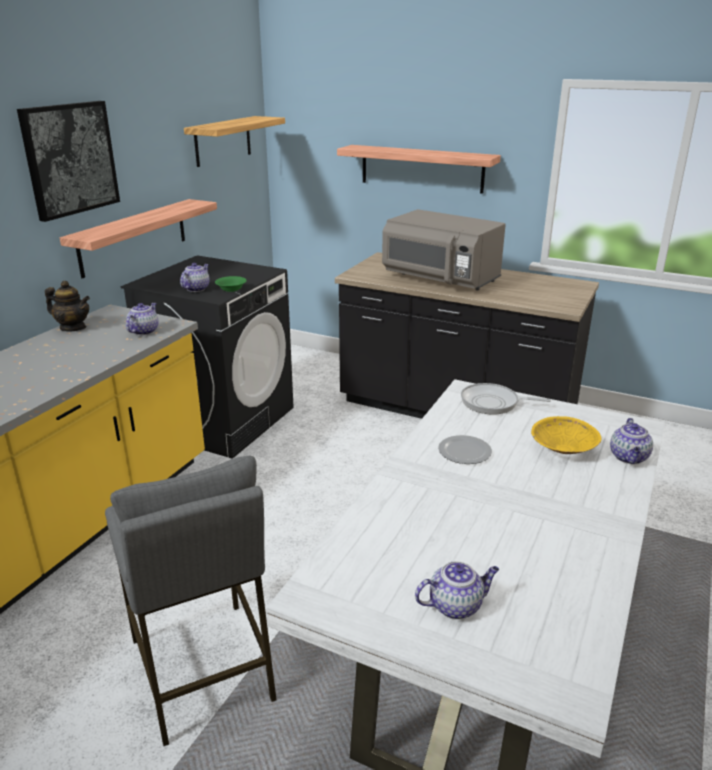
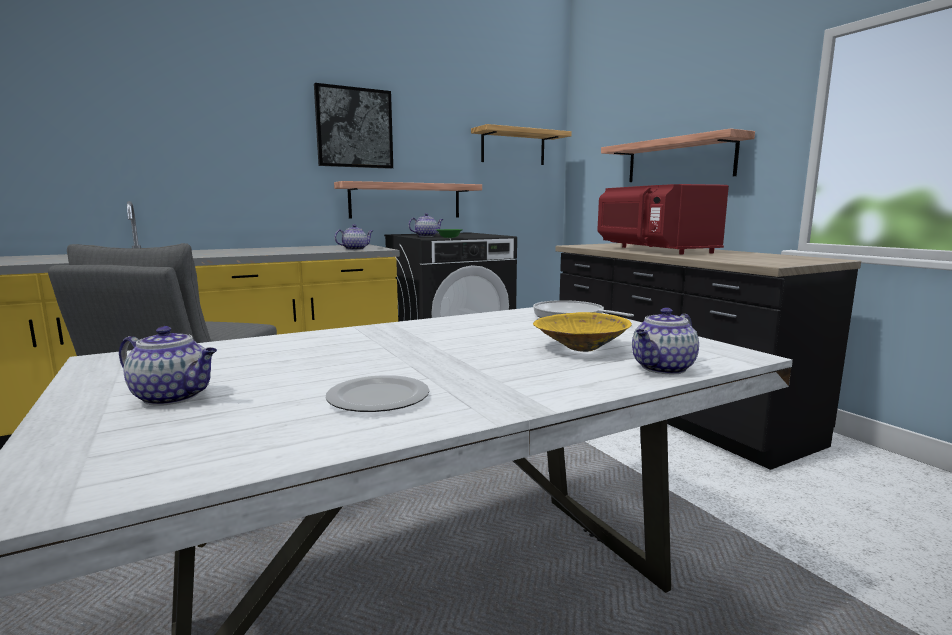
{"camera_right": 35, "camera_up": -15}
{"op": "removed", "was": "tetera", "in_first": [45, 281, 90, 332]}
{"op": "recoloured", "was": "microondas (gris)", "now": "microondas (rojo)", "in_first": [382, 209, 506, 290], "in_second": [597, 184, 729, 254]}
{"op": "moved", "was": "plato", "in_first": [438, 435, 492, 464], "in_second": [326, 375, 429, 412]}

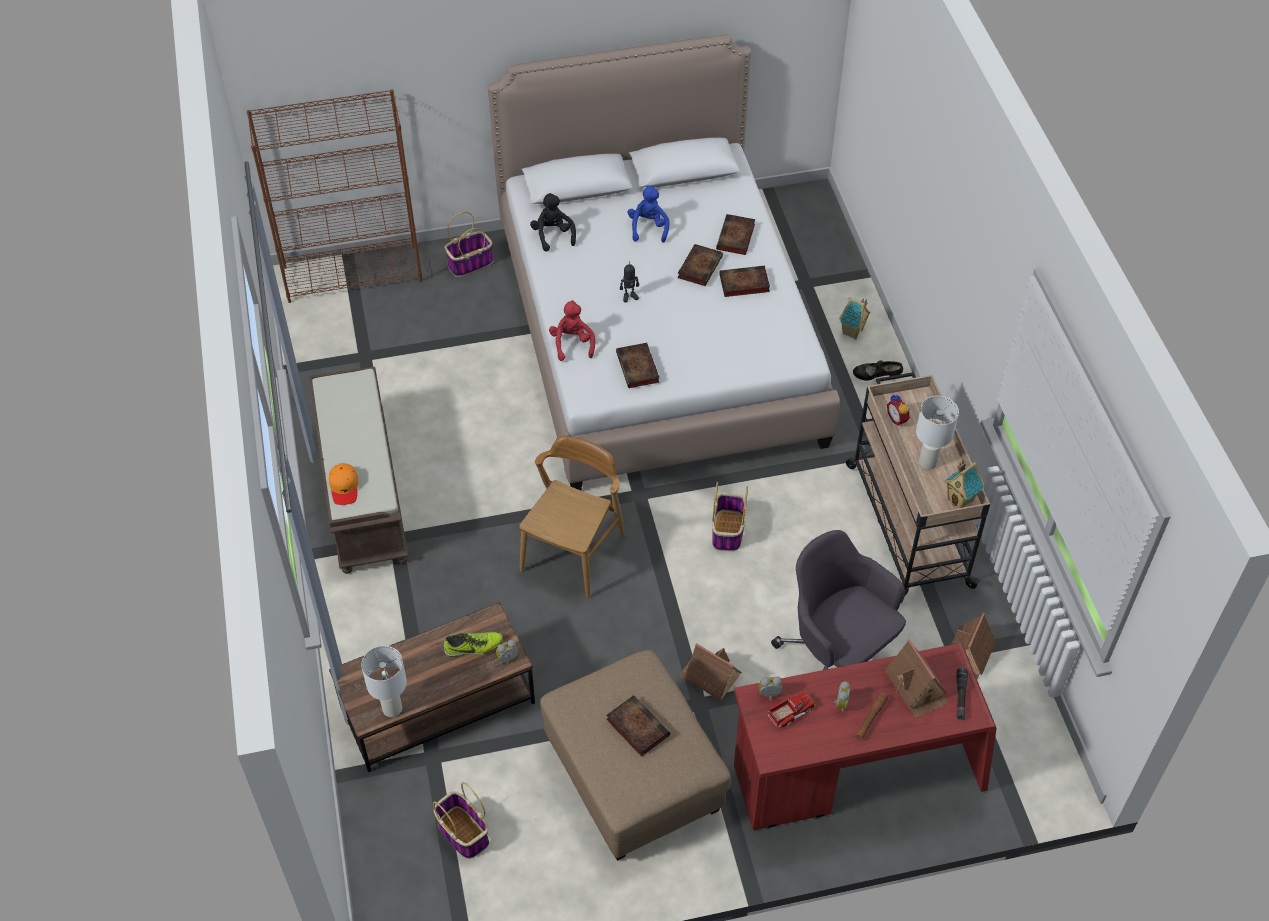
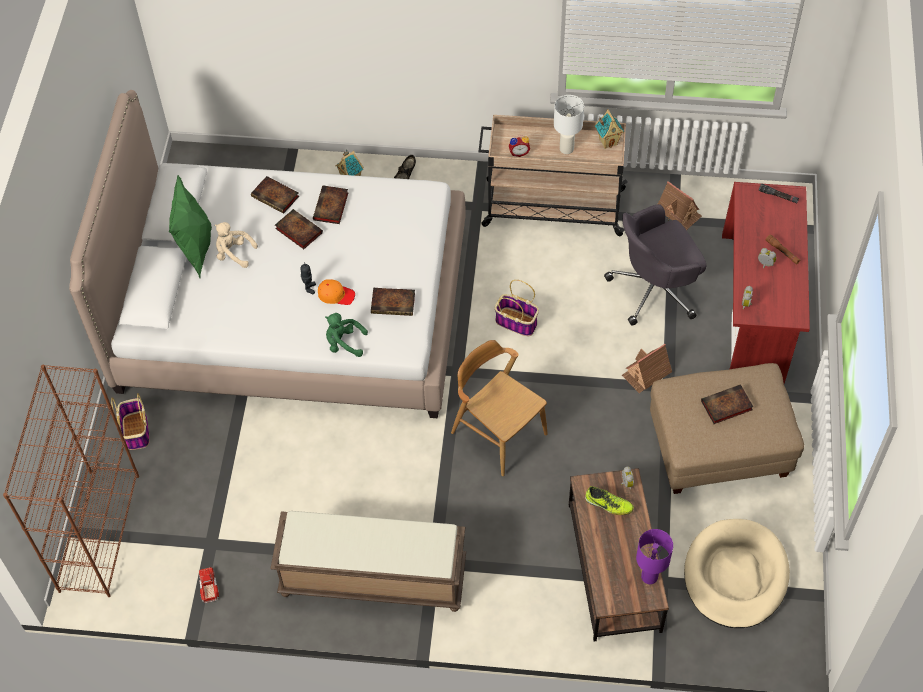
{"camera_right": -70, "camera_up": 5}
{"op": "moved", "was": "gorra (naranja)", "in_first": [329, 463, 358, 505], "in_second": [318, 279, 355, 305]}
{"op": "recoloured", "was": "lámpara de mesa (blanco)", "now": "lámpara de mesa (morado)", "in_first": [361, 646, 407, 717], "in_second": [636, 529, 673, 584]}
{"op": "replaced", "was": "cesta", "now": "cama para perro (beis)", "in_first": [433, 782, 489, 859], "in_second": [684, 519, 790, 628]}
{"op": "turned", "was": "zapato", "in_first": [444, 632, 503, 657], "in_second": [585, 486, 634, 515], "clockwise": 105}
{"op": "removed", "was": "peluche (negro)", "in_first": [530, 193, 576, 252]}
{"op": "recoloured", "was": "peluche (rojo)", "now": "peluche (verde)", "in_first": [549, 300, 595, 361], "in_second": [325, 313, 368, 357]}
{"op": "recoloured", "was": "peluche (azul)", "now": "peluche (beis)", "in_first": [628, 186, 669, 242], "in_second": [215, 222, 258, 268]}
{"op": "moved", "was": "camión de juguete", "in_first": [768, 691, 815, 727], "in_second": [199, 567, 219, 603]}
{"op": "removed", "was": "casita", "in_first": [885, 639, 948, 717]}
{"op": "added", "now": "cojín (verde)", "in_second": [168, 175, 212, 278]}

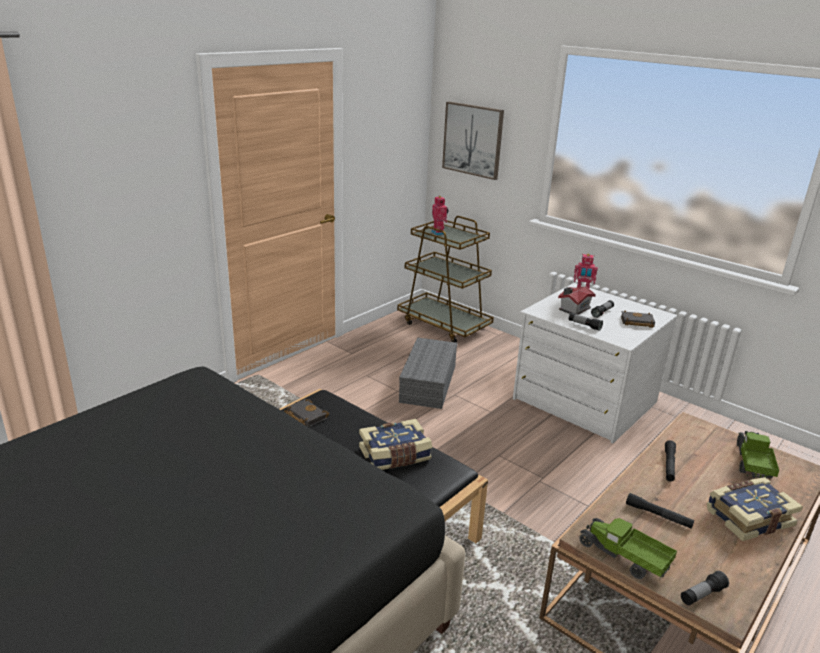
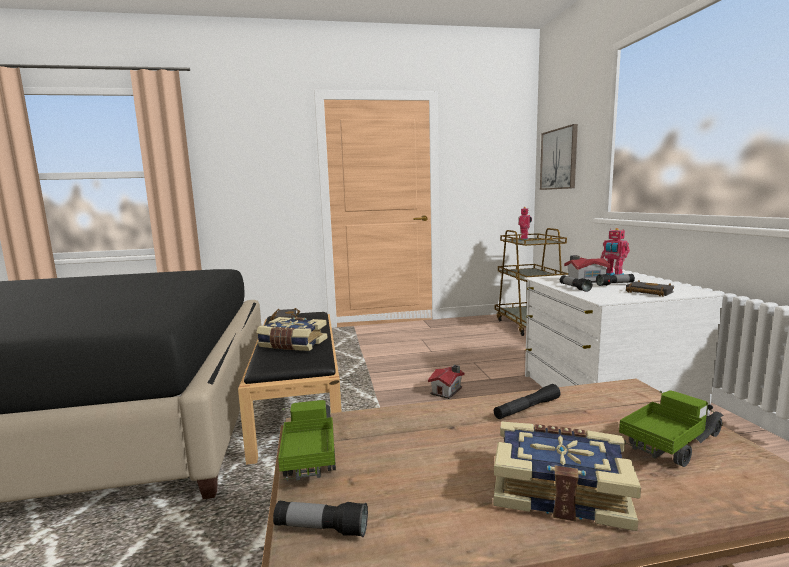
{"camera_right": 40, "camera_up": -15}
{"op": "removed", "was": "caja de almacenaje (gris)", "in_first": [399, 337, 458, 409]}
{"op": "removed", "was": "linterna (negro)", "in_first": [626, 493, 694, 529]}
{"op": "added", "now": "casita", "in_second": [428, 365, 465, 399]}

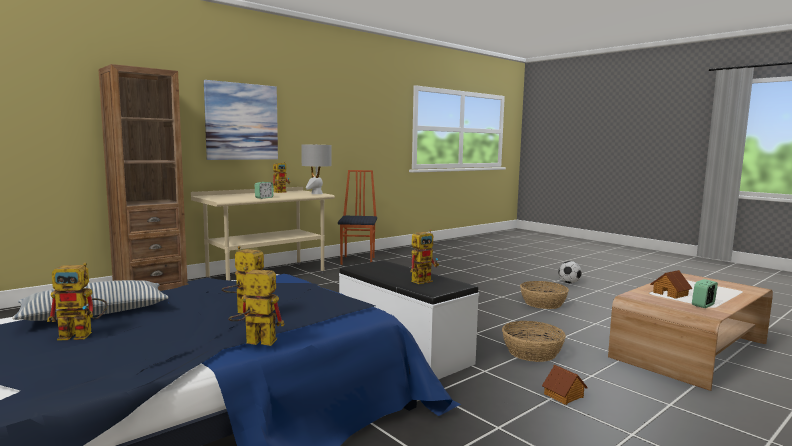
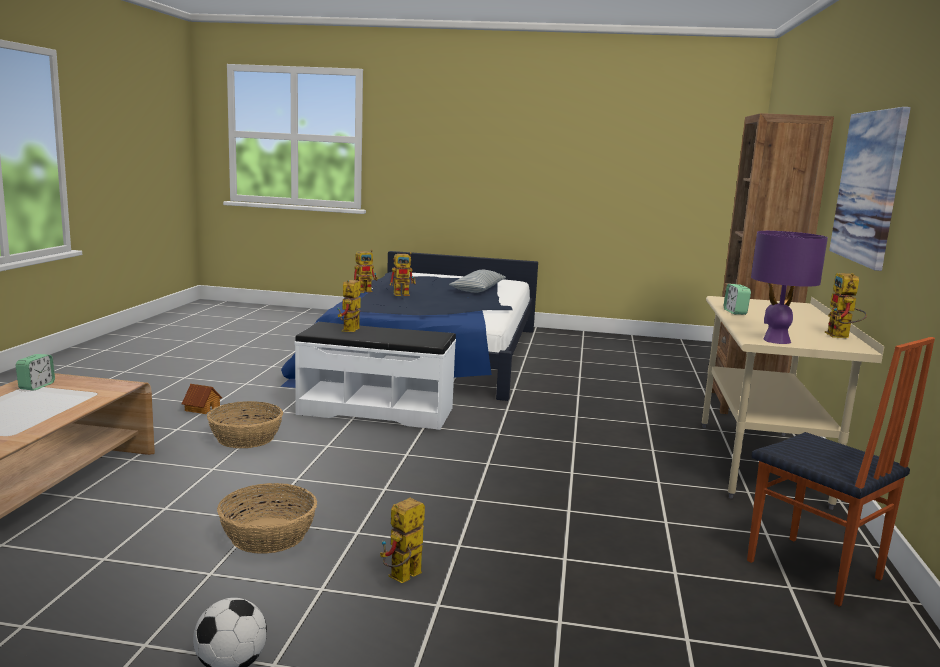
{"camera_right": 140, "camera_up": 5}
{"op": "moved", "was": "robot de juguete", "in_first": [47, 263, 108, 341], "in_second": [380, 498, 425, 583]}
{"op": "recoloured", "was": "lámpara de mesa (gris)", "now": "lámpara de mesa (morado)", "in_first": [301, 144, 331, 194], "in_second": [751, 231, 828, 344]}
{"op": "removed", "was": "casita", "in_first": [650, 270, 692, 299]}

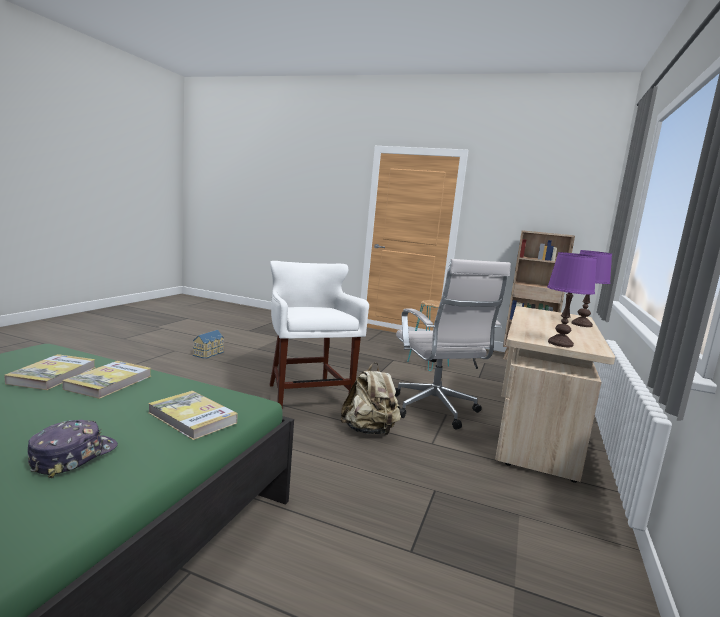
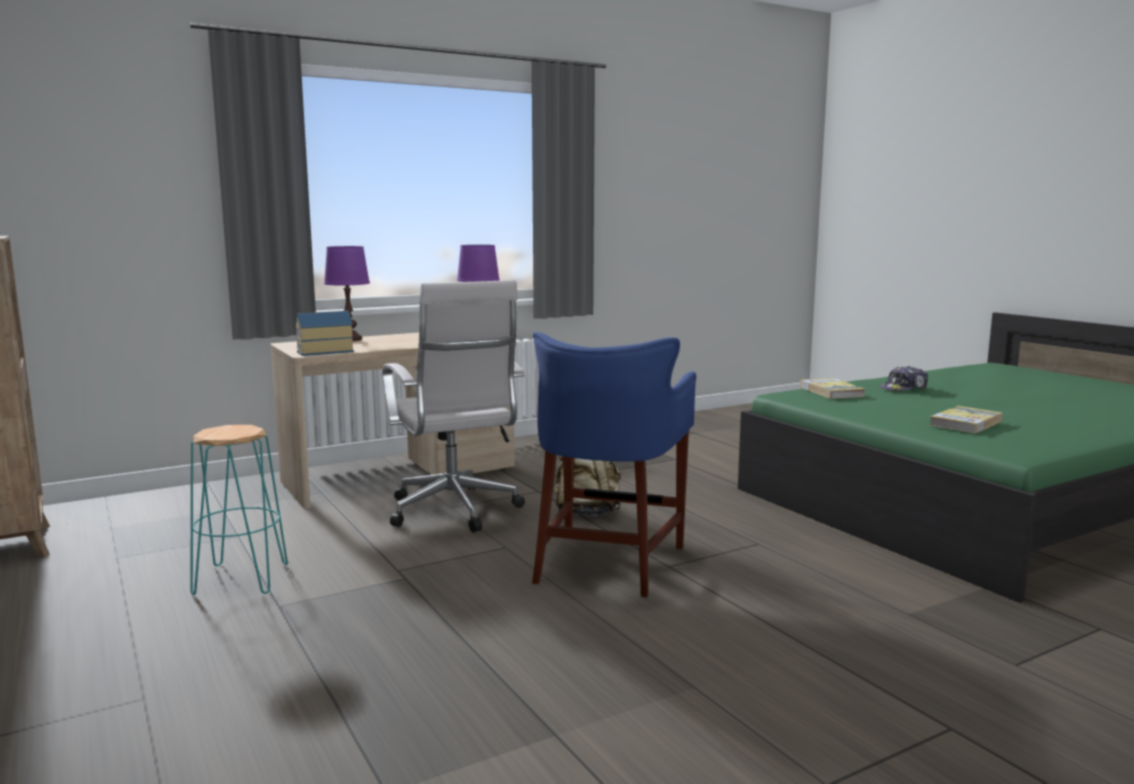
{"camera_right": -140, "camera_up": 0}
{"op": "removed", "was": "libro", "in_first": [62, 361, 151, 399]}
{"op": "moved", "was": "casita", "in_first": [193, 330, 224, 359], "in_second": [295, 311, 354, 356]}
{"op": "recoloured", "was": "taburete (blanco)", "now": "taburete (azul)", "in_first": [269, 261, 369, 408], "in_second": [532, 332, 696, 597]}
{"op": "turned", "was": "silla de oficina (blanco)", "in_first": [395, 259, 511, 430], "in_second": [383, 280, 525, 532], "clockwise": 135}

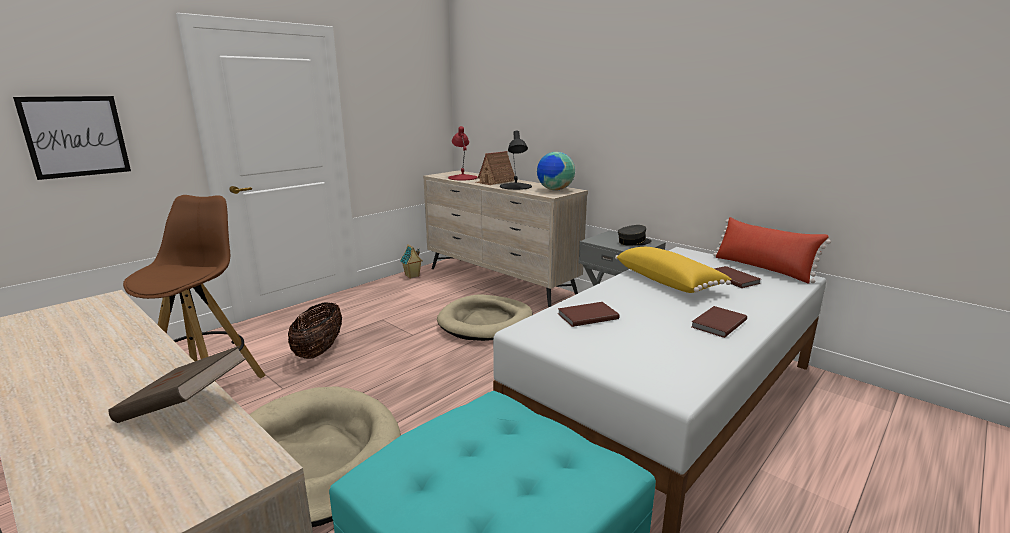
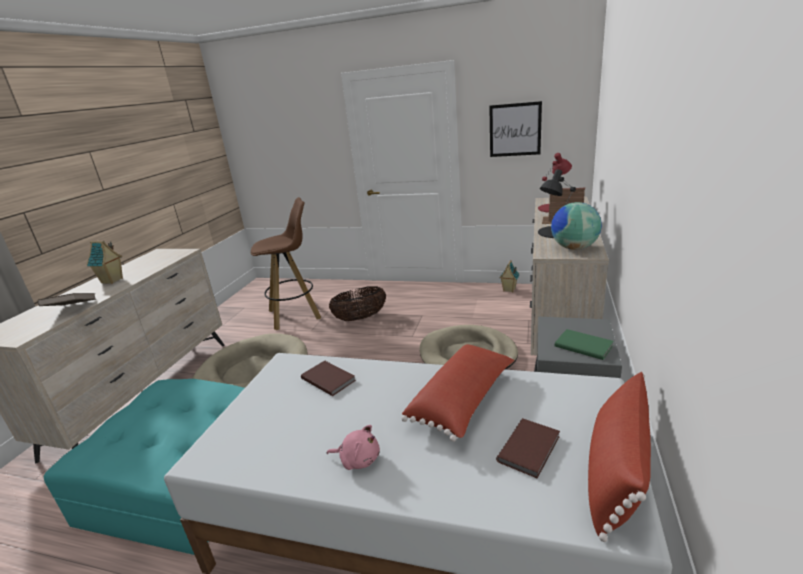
{"camera_right": 65, "camera_up": 5}
{"op": "moved", "was": "cuadro", "in_first": [13, 96, 131, 180], "in_second": [489, 101, 542, 157]}
{"op": "recoloured", "was": "cojín (amarillo)", "now": "cojín (rojo)", "in_first": [615, 247, 732, 293], "in_second": [402, 344, 514, 442]}
{"op": "replaced", "was": "gorra (gris)", "now": "libro (verde)", "in_first": [618, 225, 652, 246], "in_second": [555, 329, 614, 360]}
{"op": "replaced", "was": "libro (marrón)", "now": "peluche (rosa)", "in_first": [691, 306, 747, 338], "in_second": [326, 425, 380, 470]}
{"op": "added", "now": "casita", "in_second": [86, 241, 123, 284]}

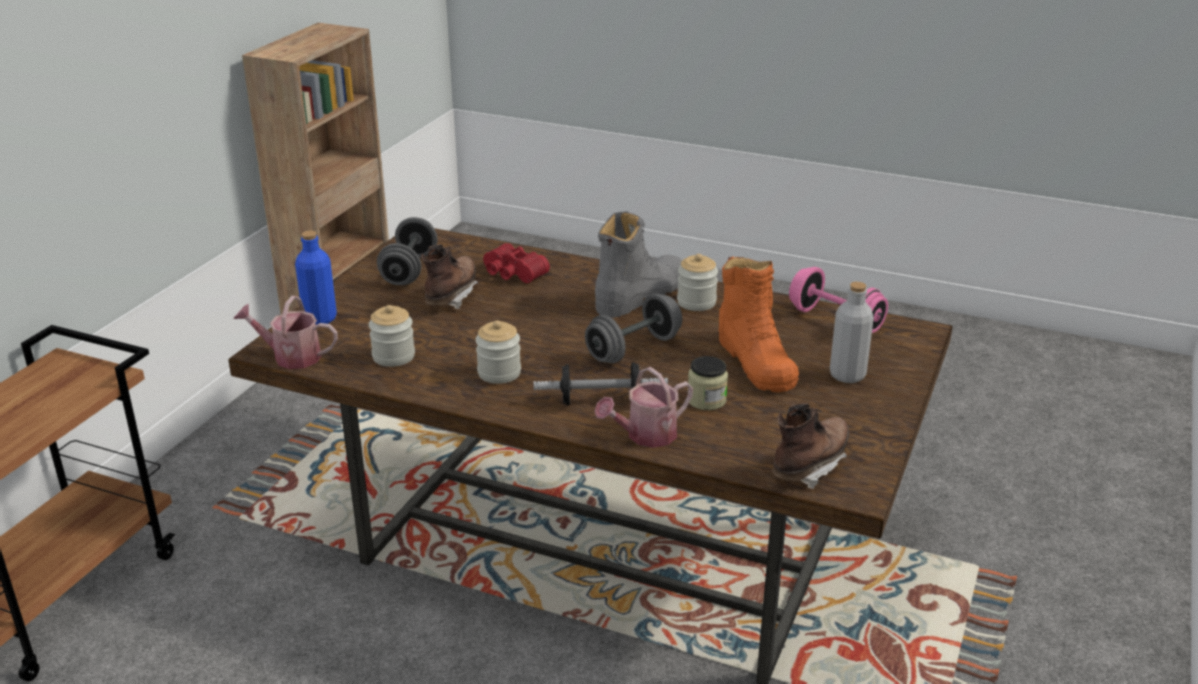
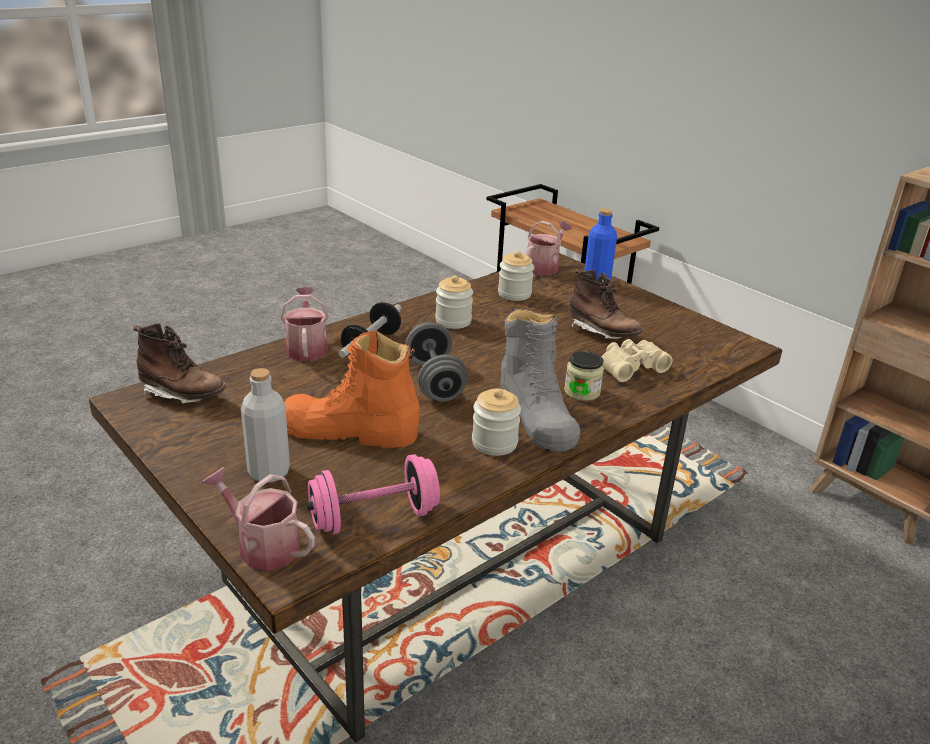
{"camera_right": 115, "camera_up": 0}
{"op": "removed", "was": "mancuerna (gris)", "in_first": [377, 217, 438, 285]}
{"op": "recoloured", "was": "prismáticos (rojo)", "now": "prismáticos (beis)", "in_first": [483, 243, 550, 283], "in_second": [602, 339, 673, 382]}
{"op": "moved", "was": "tarro", "in_first": [688, 356, 728, 410], "in_second": [564, 351, 604, 401]}
{"op": "turned", "was": "bota (marrón)", "in_first": [772, 403, 849, 489], "in_second": [133, 324, 227, 404], "clockwise": -45}
{"op": "added", "now": "regadera", "in_second": [202, 467, 315, 571]}

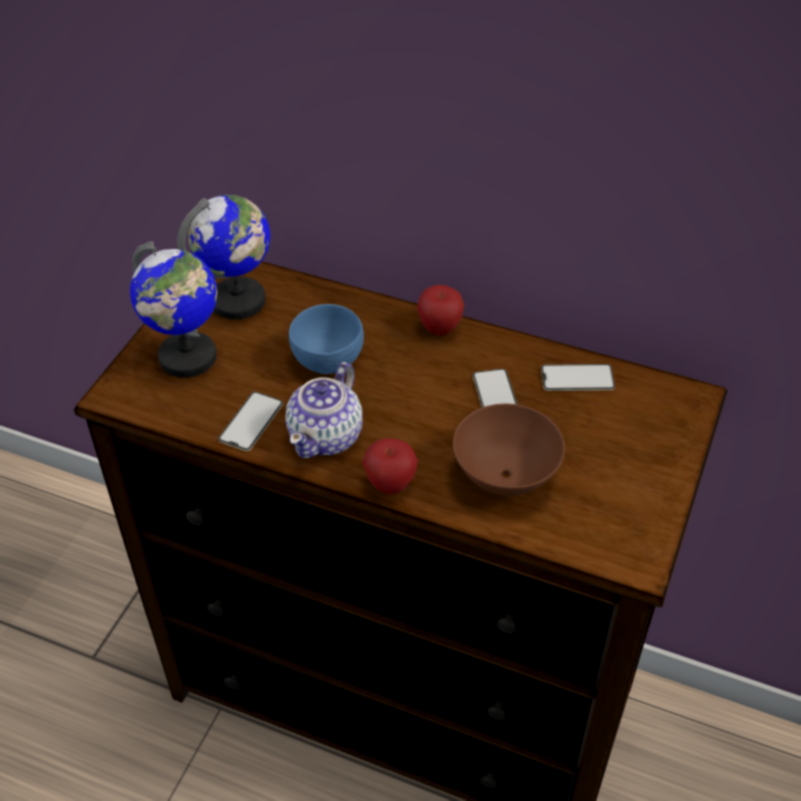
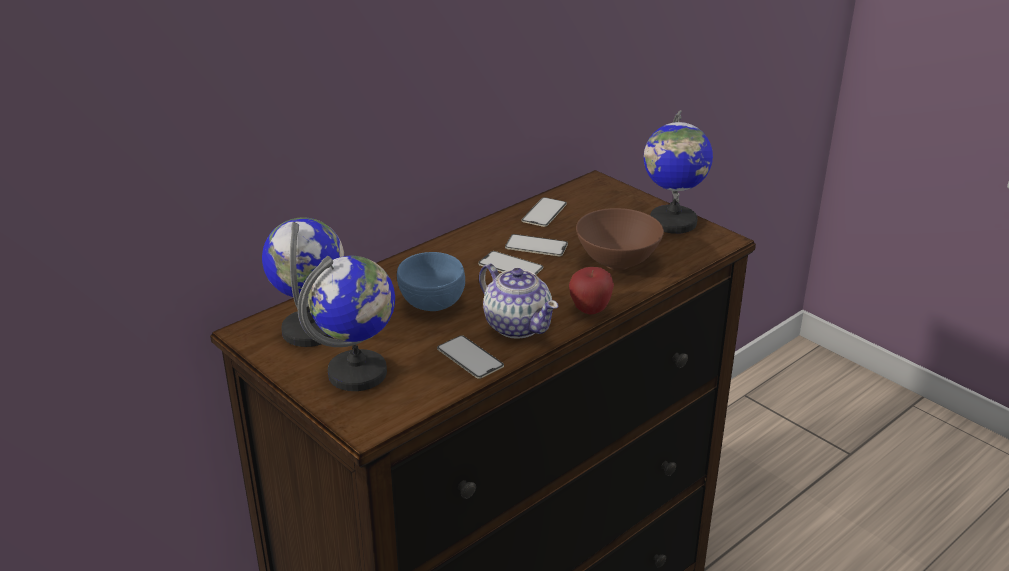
{"camera_right": -65, "camera_up": -15}
{"op": "removed", "was": "manzana", "in_first": [417, 285, 464, 335]}
{"op": "added", "now": "móvil", "in_second": [478, 251, 543, 275]}
{"op": "added", "now": "globo terráqueo", "in_second": [643, 110, 713, 234]}

